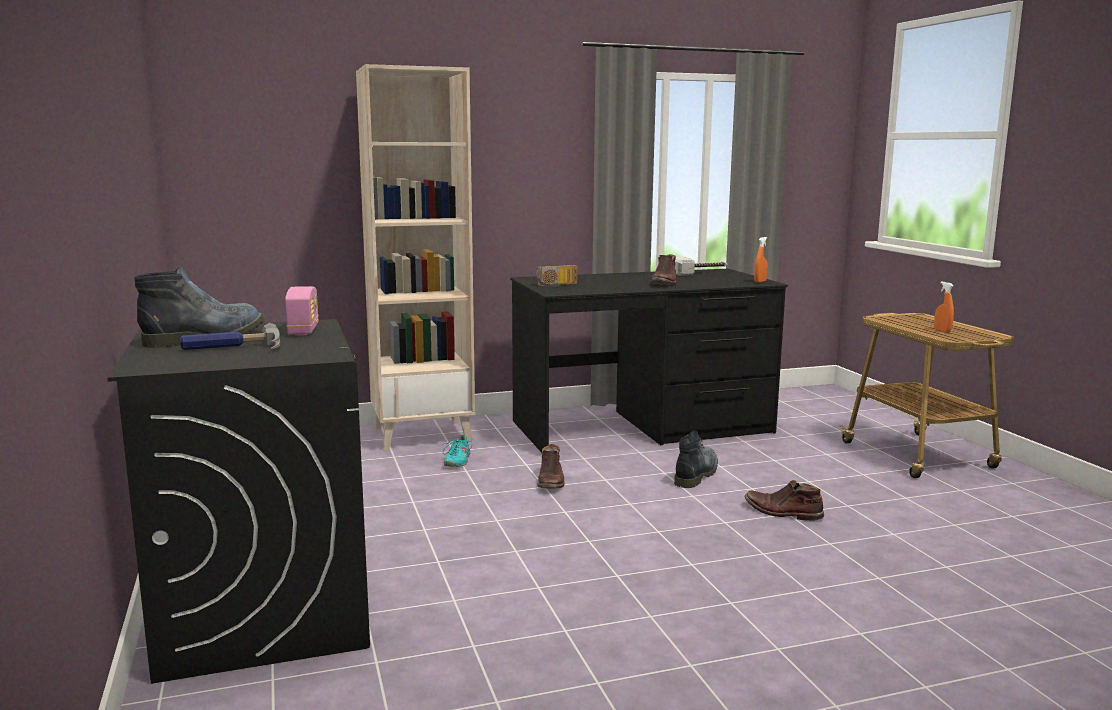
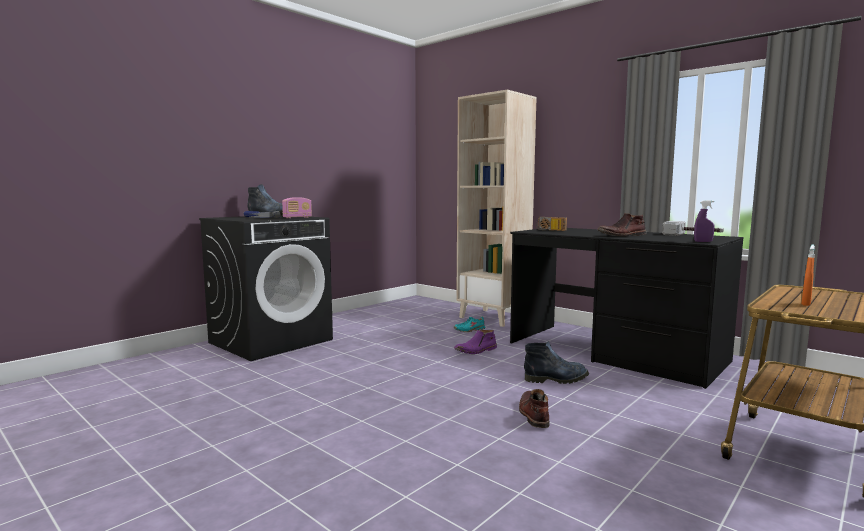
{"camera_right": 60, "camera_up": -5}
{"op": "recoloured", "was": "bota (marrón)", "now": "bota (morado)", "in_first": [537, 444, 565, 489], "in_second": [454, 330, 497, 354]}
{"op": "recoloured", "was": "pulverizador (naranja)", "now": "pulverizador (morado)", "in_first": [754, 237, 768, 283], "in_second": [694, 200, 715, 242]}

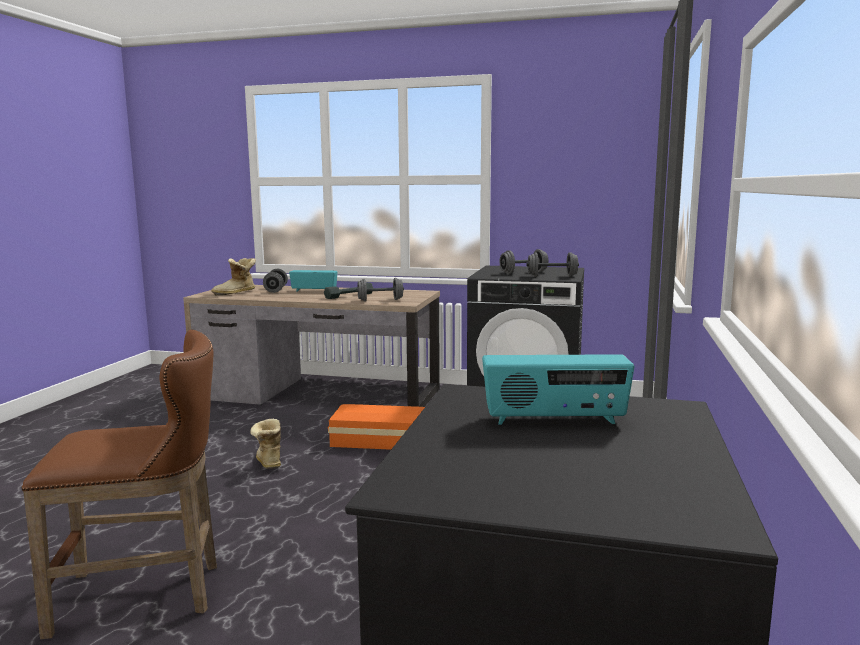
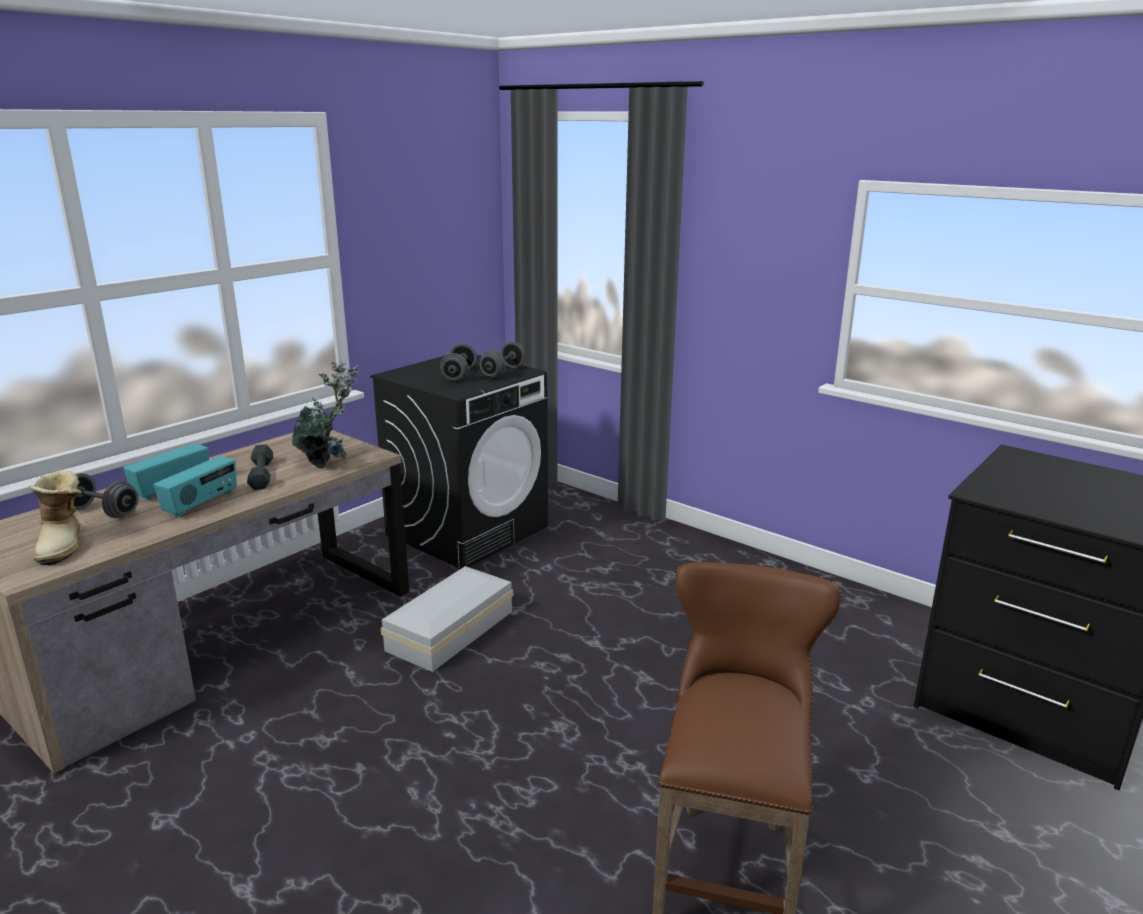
{"camera_right": -65, "camera_up": 10}
{"op": "removed", "was": "bota", "in_first": [250, 419, 281, 469]}
{"op": "recoloured", "was": "caja de almacenaje (naranja)", "now": "caja de almacenaje (blanco)", "in_first": [328, 404, 425, 450], "in_second": [381, 566, 513, 672]}
{"op": "replaced", "was": "mancuerna (gris)", "now": "planta en maceta", "in_first": [356, 278, 404, 301], "in_second": [292, 360, 359, 469]}
{"op": "moved", "was": "radio", "in_first": [482, 354, 634, 425], "in_second": [154, 456, 237, 518]}

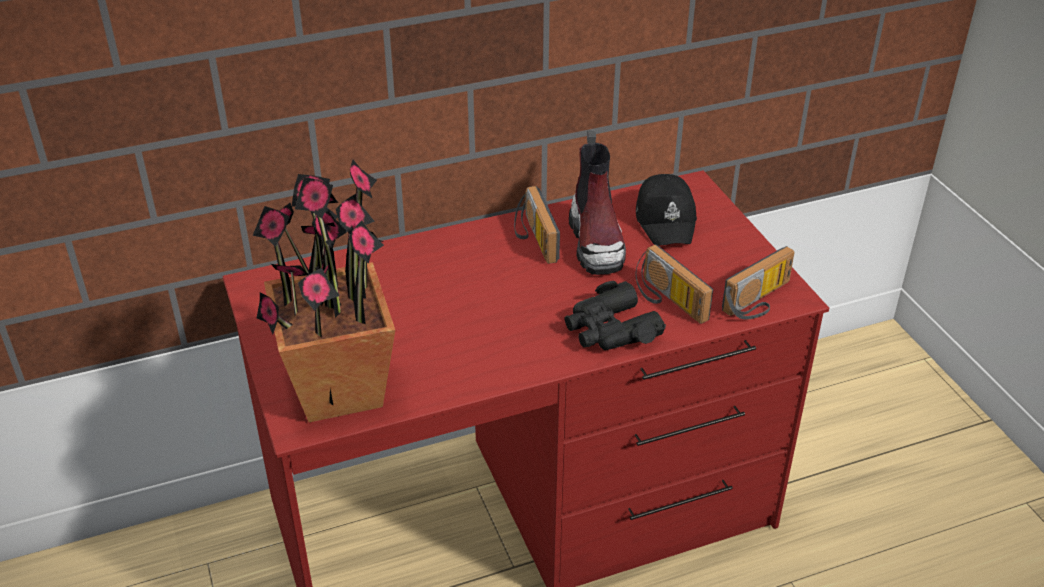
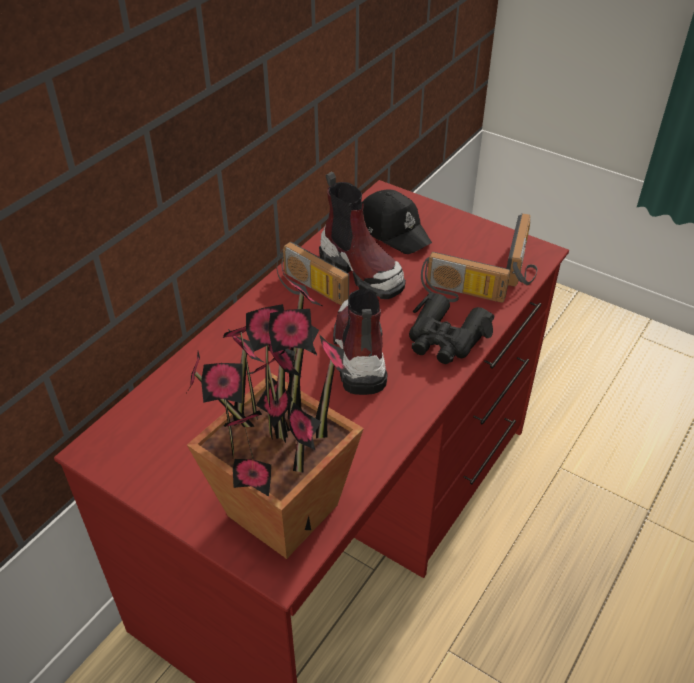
{"camera_right": -35, "camera_up": 5}
{"op": "added", "now": "bota", "in_second": [333, 289, 387, 395]}

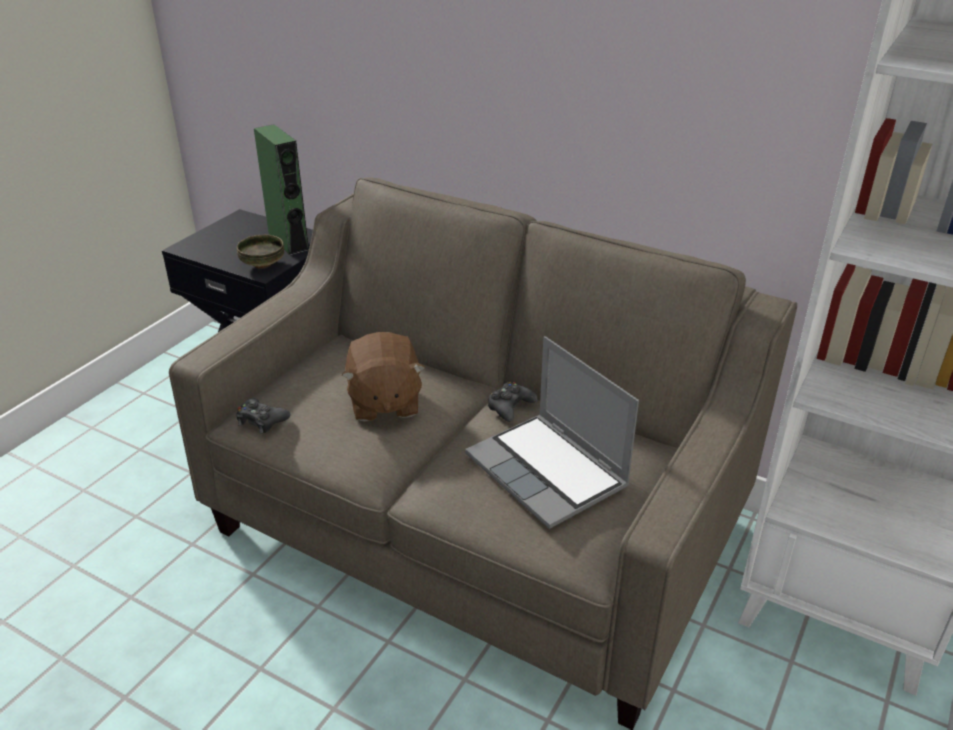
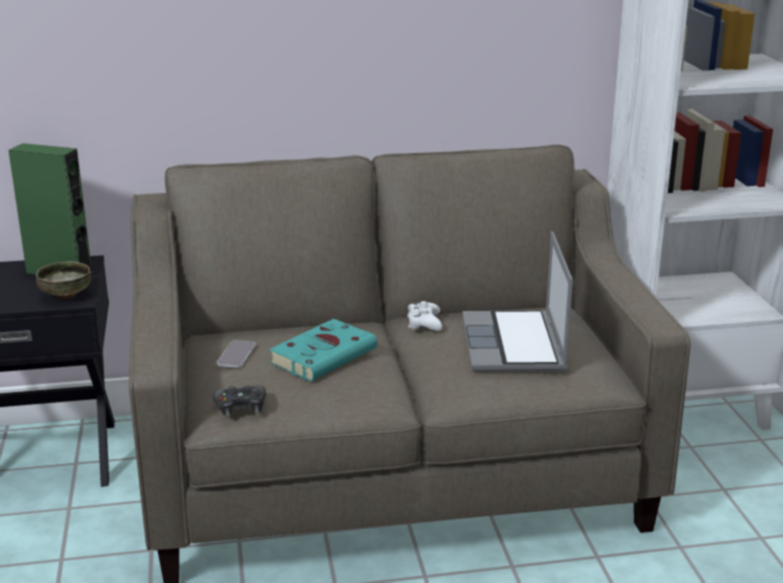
{"camera_right": -40, "camera_up": -10}
{"op": "replaced", "was": "peluche (marrón)", "now": "libro (turquesa)", "in_first": [341, 332, 425, 422], "in_second": [269, 319, 377, 381]}
{"op": "turned", "was": "portátil", "in_first": [465, 336, 639, 529], "in_second": [462, 231, 573, 372], "clockwise": 75}
{"op": "recoloured", "was": "mando de consola (negro)", "now": "mando de consola (blanco)", "in_first": [488, 382, 538, 422], "in_second": [407, 301, 442, 331]}
{"op": "added", "now": "móvil", "in_second": [217, 340, 256, 368]}

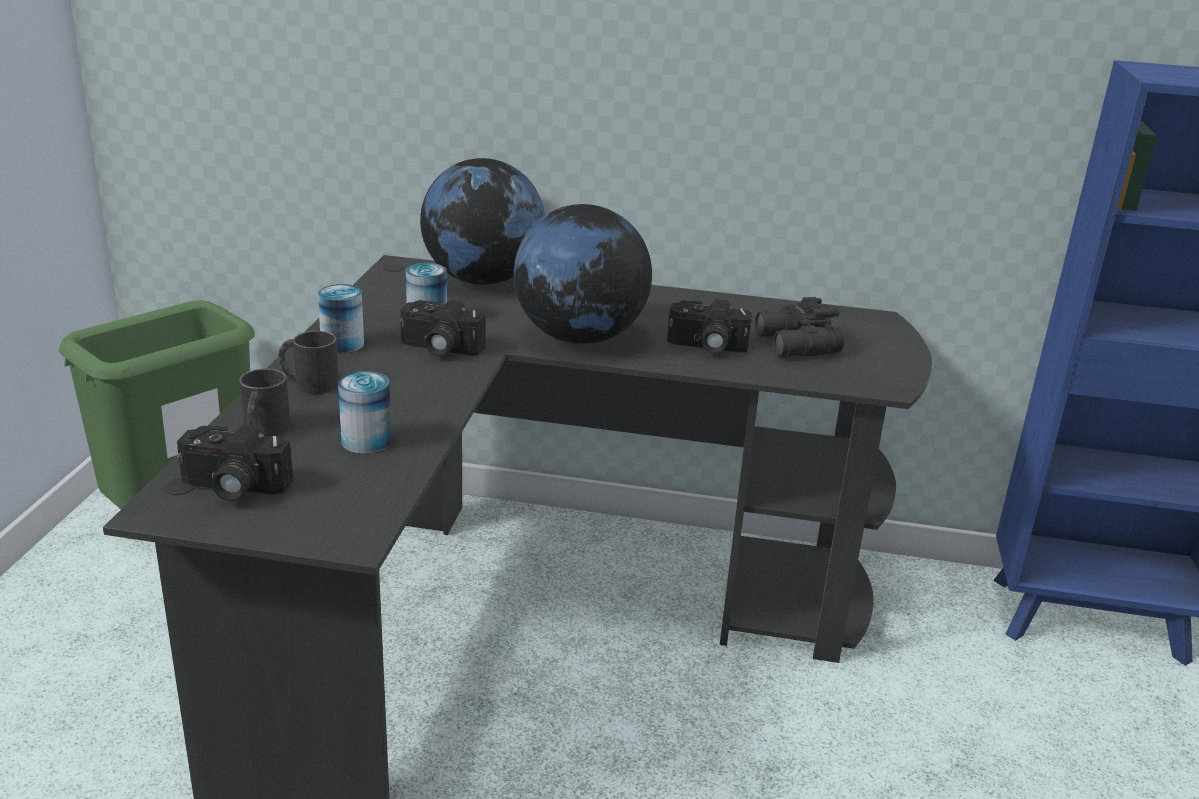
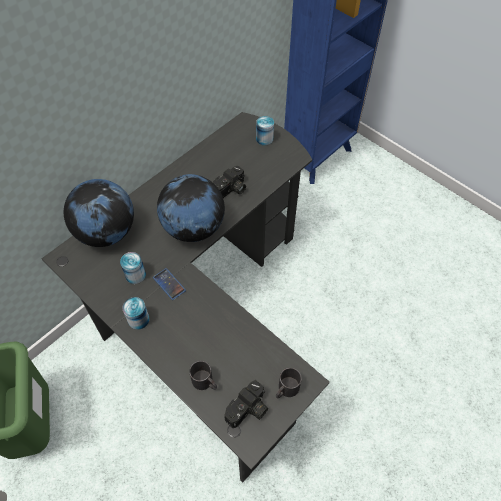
{"camera_right": -55, "camera_up": 30}
{"op": "moved", "was": "taza grande (negro)", "in_first": [278, 331, 339, 394], "in_second": [276, 368, 302, 399]}
{"op": "moved", "was": "lata", "in_first": [338, 371, 392, 454], "in_second": [256, 116, 274, 146]}
{"op": "replaced", "was": "cámara", "now": "móvil", "in_first": [399, 300, 486, 356], "in_second": [153, 268, 186, 300]}
{"op": "removed", "was": "prismáticos (negro)", "in_first": [755, 297, 844, 357]}

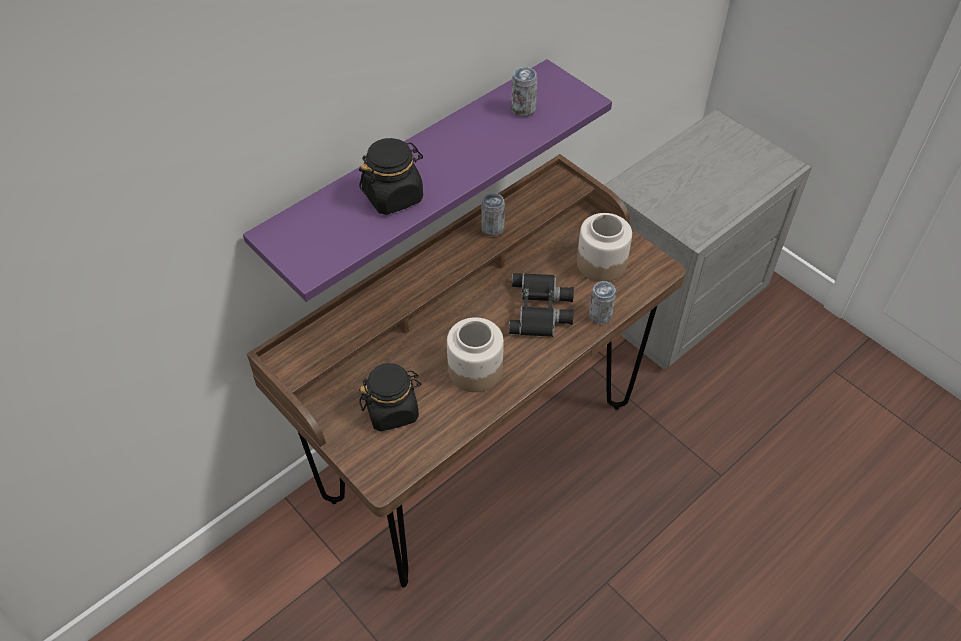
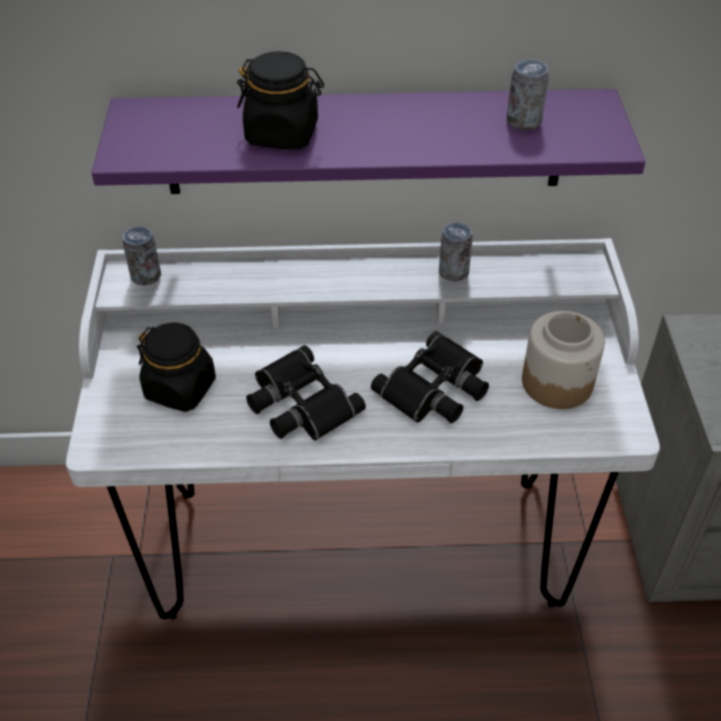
{"camera_right": 40, "camera_up": -5}
{"op": "recoloured", "was": "escritorio (marrón)", "now": "escritorio (blanco)", "in_first": [247, 154, 686, 588], "in_second": [66, 238, 660, 619]}
{"op": "replaced", "was": "tarro", "now": "prismáticos (negro)", "in_first": [447, 317, 504, 392], "in_second": [246, 345, 366, 441]}
{"op": "moved", "was": "lata", "in_first": [589, 281, 616, 324], "in_second": [123, 226, 161, 285]}

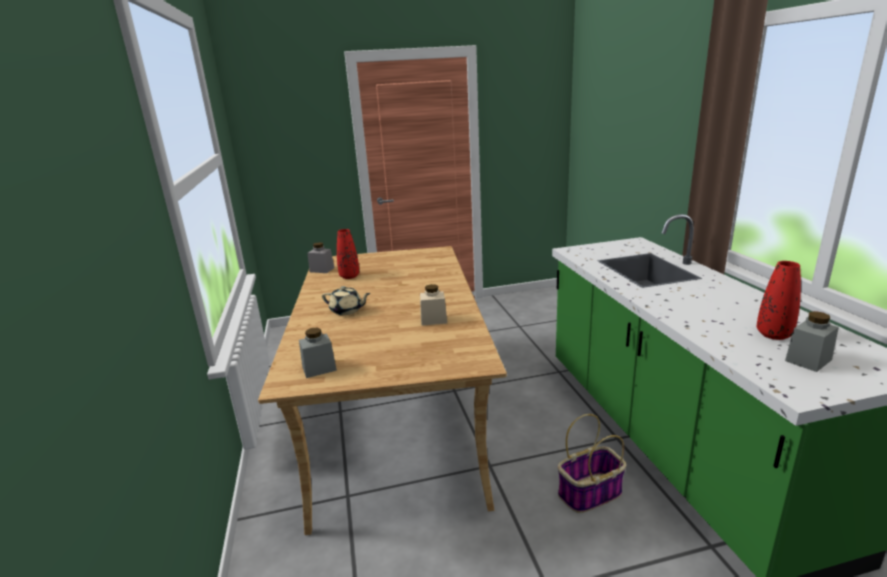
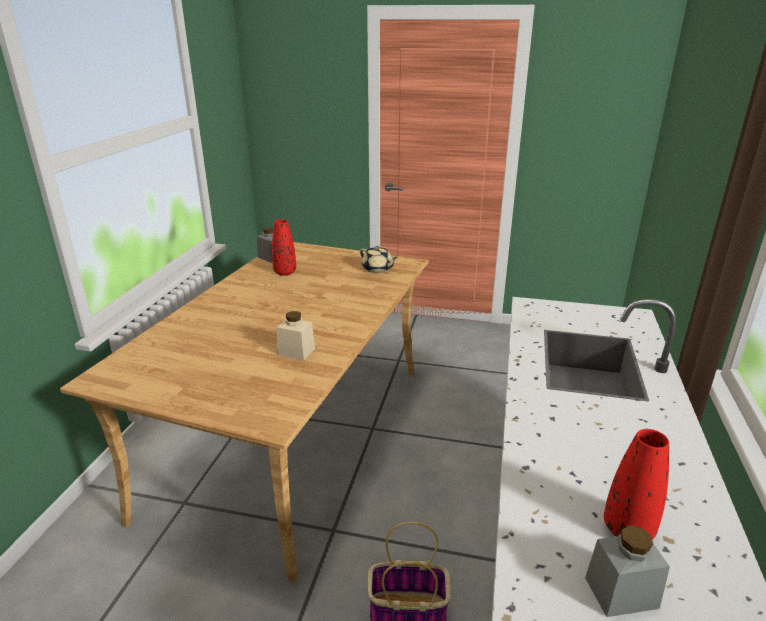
{"camera_right": 25, "camera_up": 5}
{"op": "removed", "was": "tarro (gris)", "in_first": [299, 328, 337, 378]}
{"op": "moved", "was": "tetera (beis)", "in_first": [322, 286, 371, 315], "in_second": [360, 246, 398, 273]}

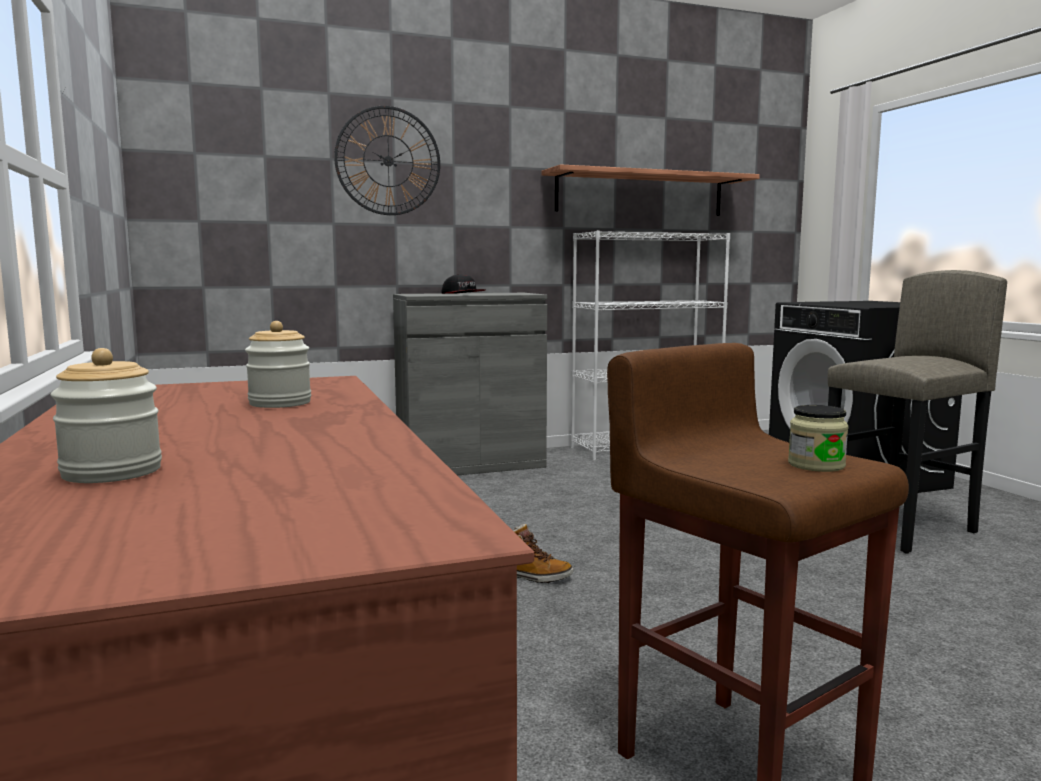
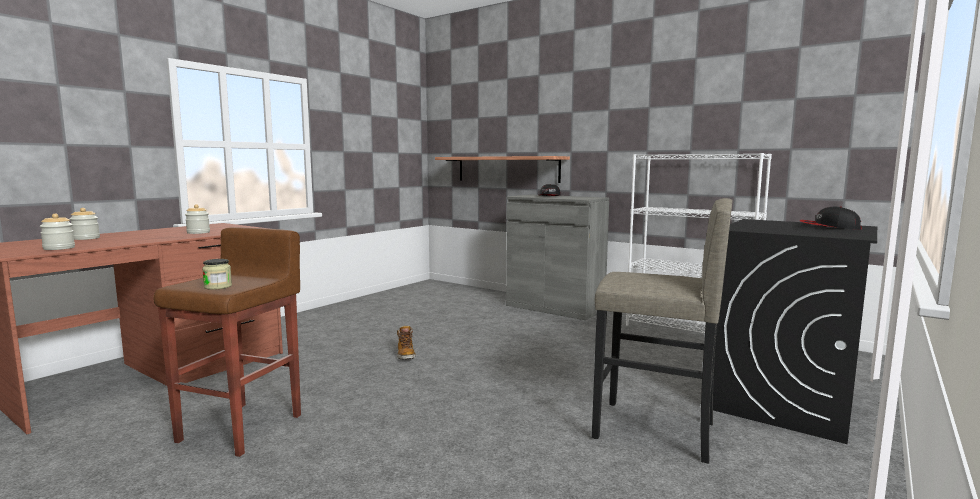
{"camera_right": 55, "camera_up": 0}
{"op": "removed", "was": "reloj de pared", "in_first": [334, 106, 440, 215]}
{"op": "moved", "was": "estante", "in_first": [541, 164, 760, 216], "in_second": [435, 156, 570, 183]}
{"op": "added", "now": "tarro", "in_second": [40, 214, 75, 250]}
{"op": "added", "now": "gorra", "in_second": [799, 206, 862, 230]}

